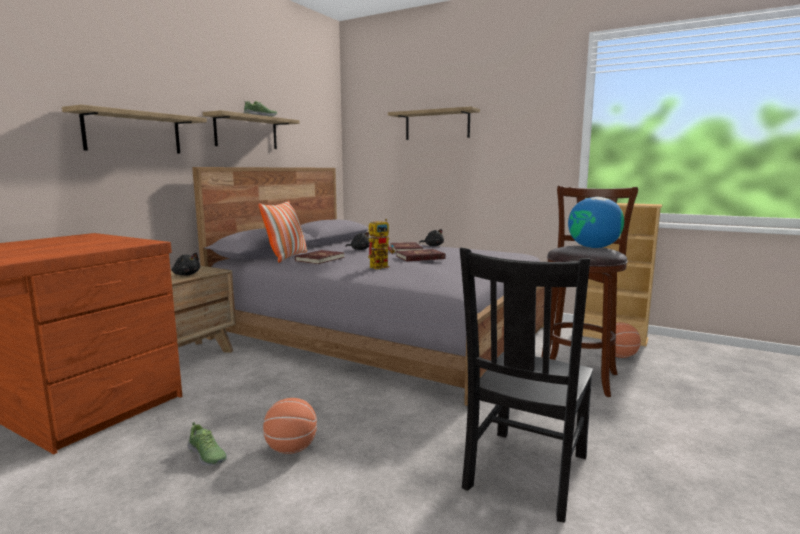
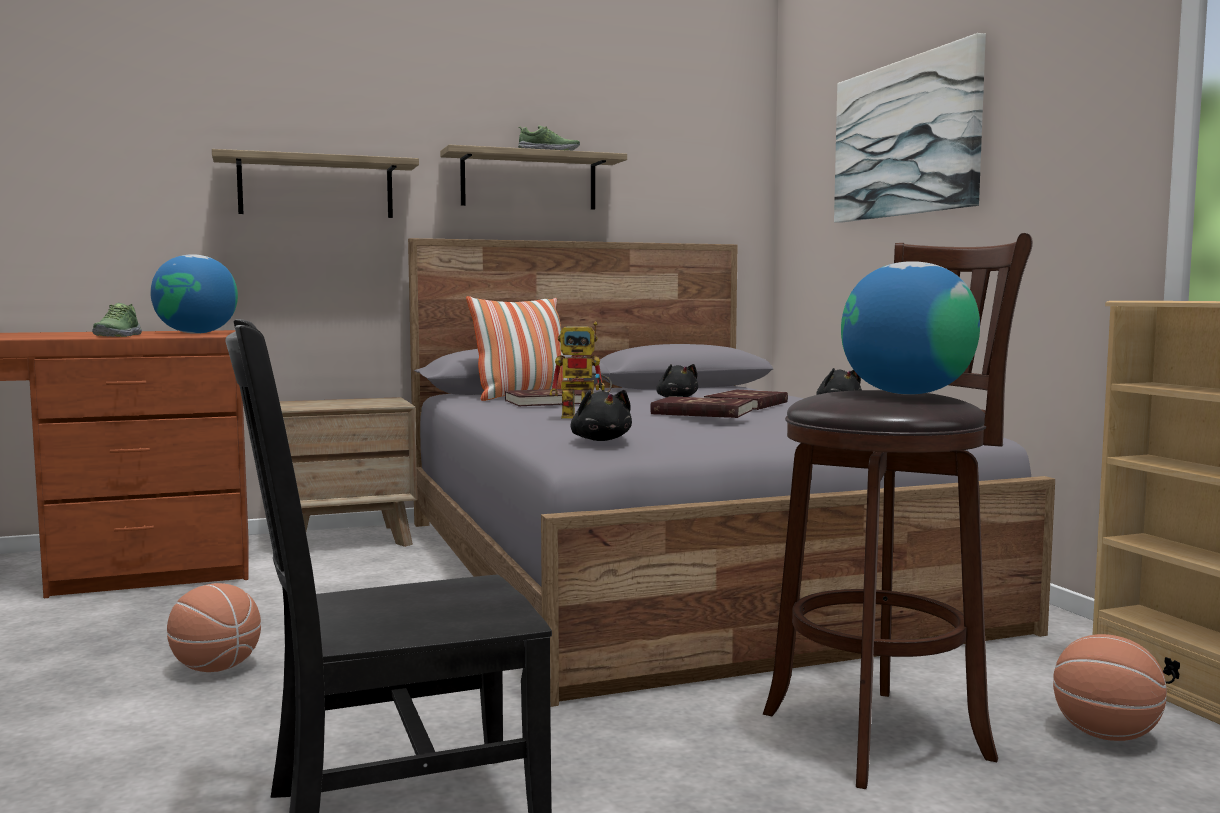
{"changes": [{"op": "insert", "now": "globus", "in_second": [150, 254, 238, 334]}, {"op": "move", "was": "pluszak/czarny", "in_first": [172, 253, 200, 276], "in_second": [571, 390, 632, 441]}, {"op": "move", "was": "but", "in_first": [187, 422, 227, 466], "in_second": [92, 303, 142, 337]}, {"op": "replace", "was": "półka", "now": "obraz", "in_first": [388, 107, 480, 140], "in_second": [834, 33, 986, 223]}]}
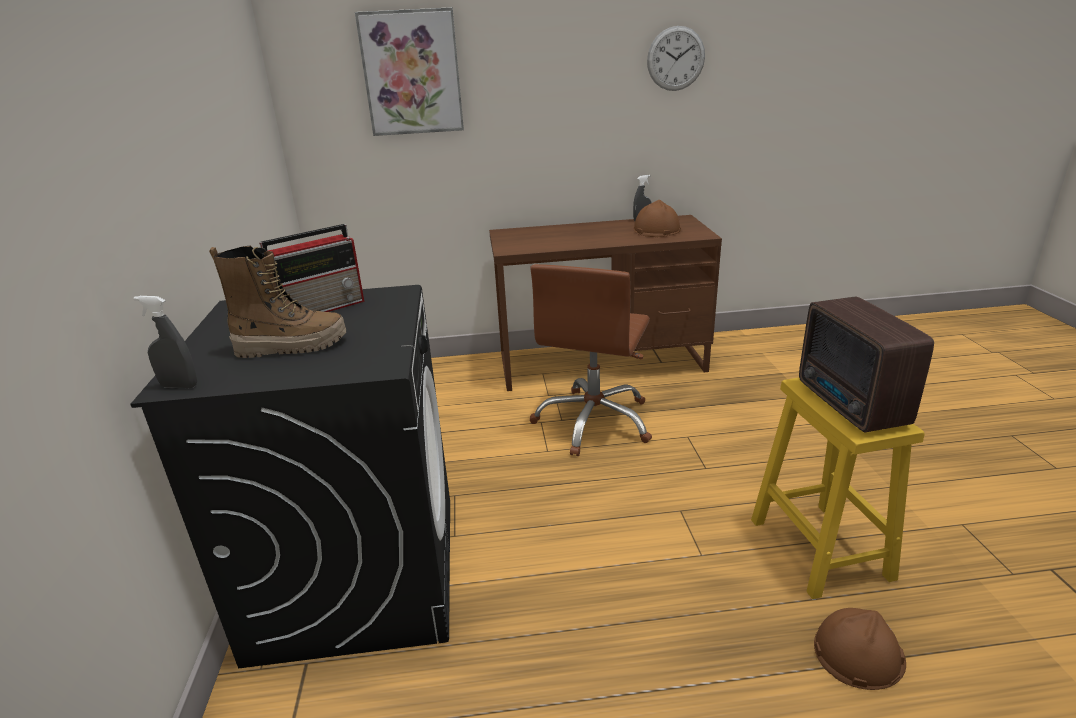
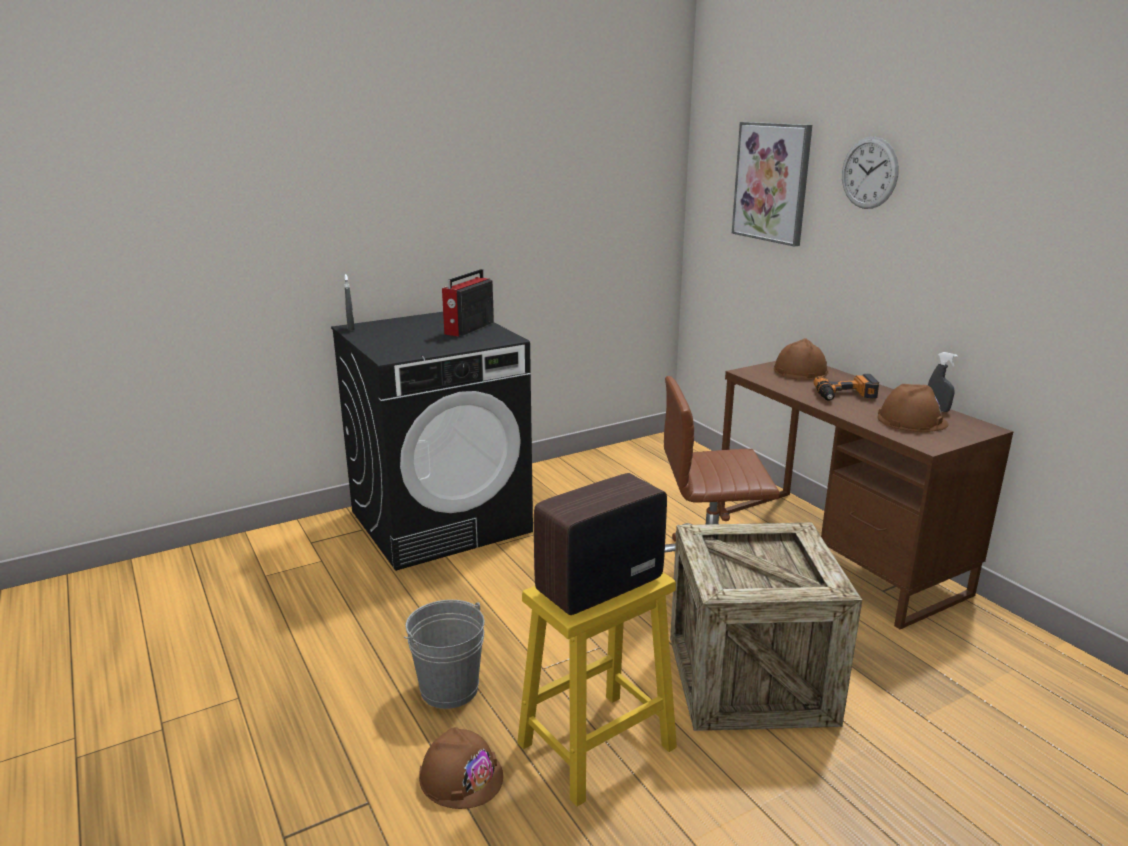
{"changes": [{"op": "delete", "was": "but z cholewką", "in_first": [209, 246, 346, 358]}, {"op": "insert", "now": "wiadro/szary", "in_second": [404, 600, 484, 709]}, {"op": "insert", "now": "skrzynka", "in_second": [670, 522, 862, 731]}, {"op": "insert", "now": "kask/brązowy", "in_second": [774, 338, 829, 380]}, {"op": "insert", "now": "wiertarka", "in_second": [814, 374, 879, 401]}, {"op": "move", "was": "zegar ścienny", "in_first": [647, 26, 705, 91], "in_second": [842, 137, 899, 209]}, {"op": "rotate", "was": "radio", "in_first": [259, 224, 364, 312], "in_second": [442, 269, 494, 337], "clockwise": 90}]}
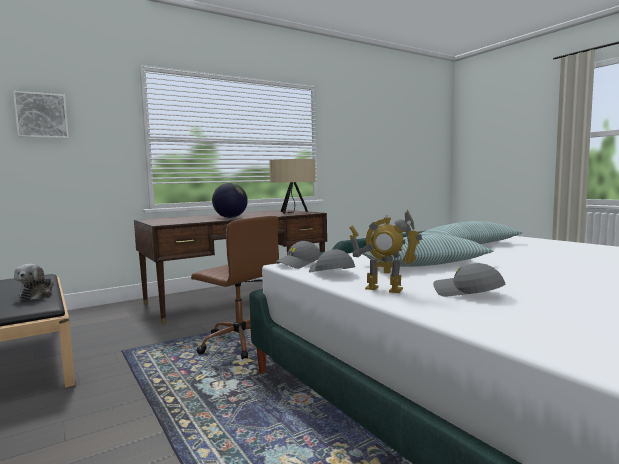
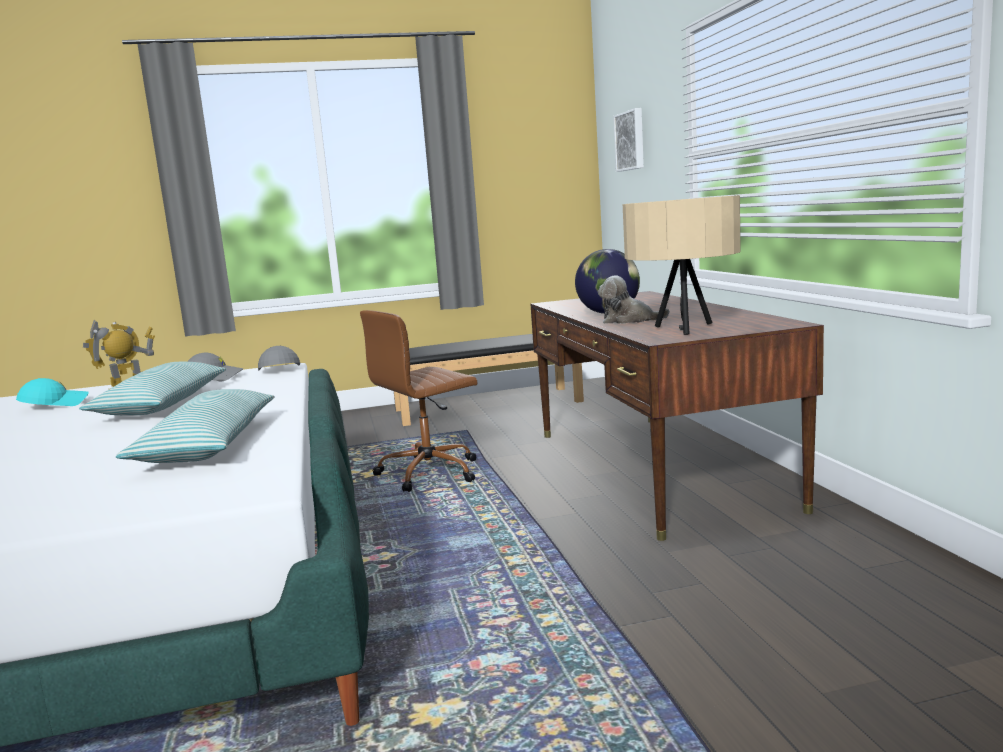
{"changes": [{"op": "move", "was": "pluszak", "in_first": [14, 264, 53, 300], "in_second": [598, 275, 670, 324]}, {"op": "recolor", "was": "czapka z daszkiem/szary", "now": "czapka z daszkiem/turkusowy", "in_first": [433, 263, 505, 297], "in_second": [16, 378, 89, 406]}]}
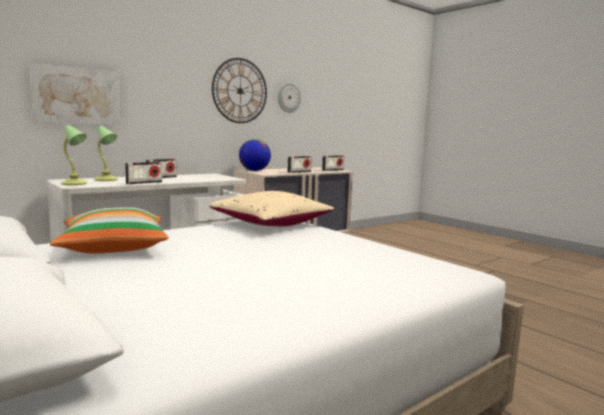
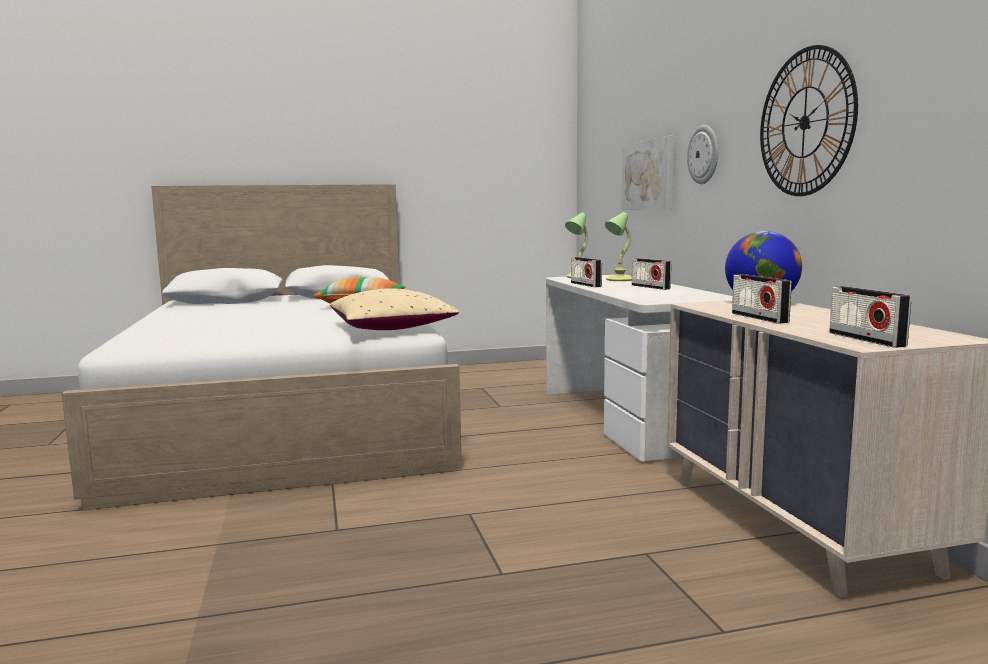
{"changes": [{"op": "move", "was": "zegar ścienny", "in_first": [278, 83, 301, 113], "in_second": [687, 125, 718, 184]}]}
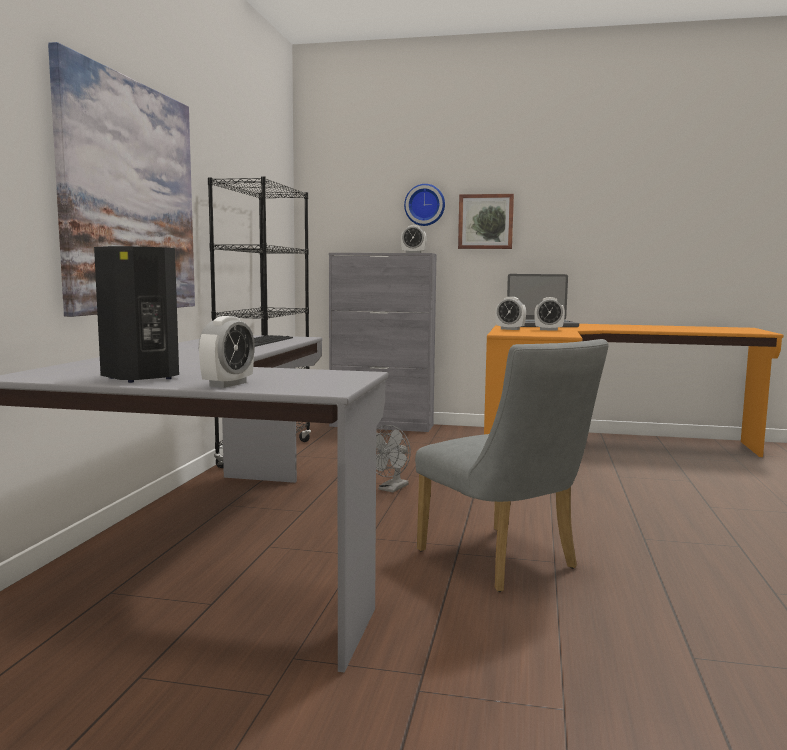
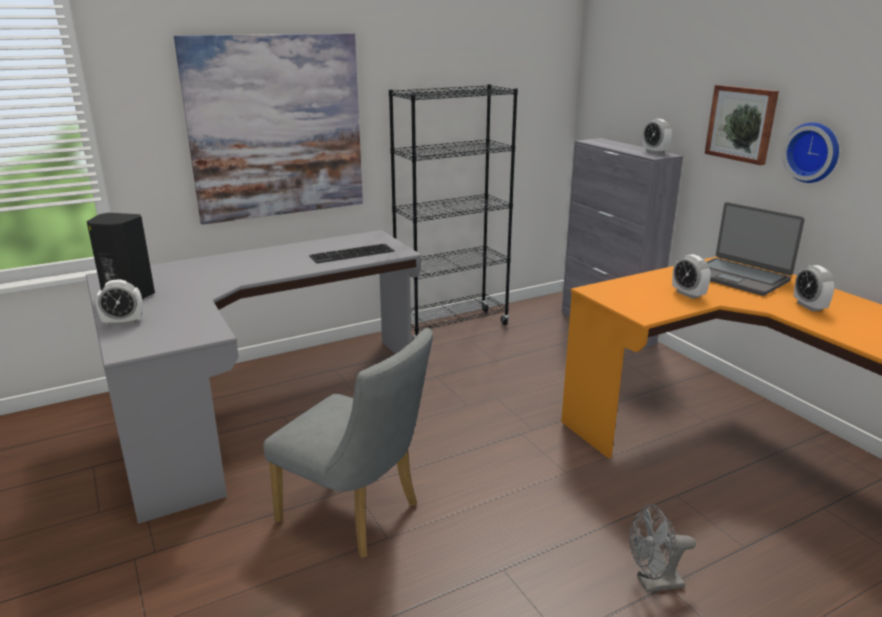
{"changes": [{"op": "move", "was": "wentylator/szary", "in_first": [376, 425, 411, 492], "in_second": [629, 504, 696, 593]}, {"op": "move", "was": "zegar ścienny", "in_first": [404, 184, 445, 226], "in_second": [782, 122, 839, 183]}, {"op": "move", "was": "budzik", "in_first": [495, 297, 526, 330], "in_second": [794, 265, 835, 312]}, {"op": "rotate", "was": "krzesło/szary", "in_first": [415, 339, 609, 592], "in_second": [263, 328, 433, 558], "clockwise": -75}]}
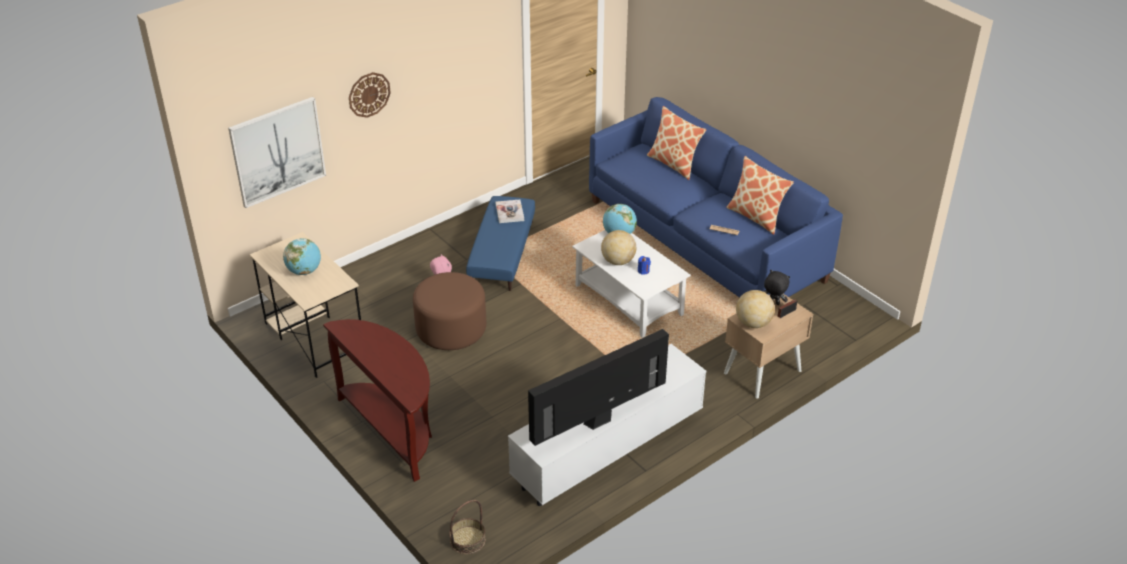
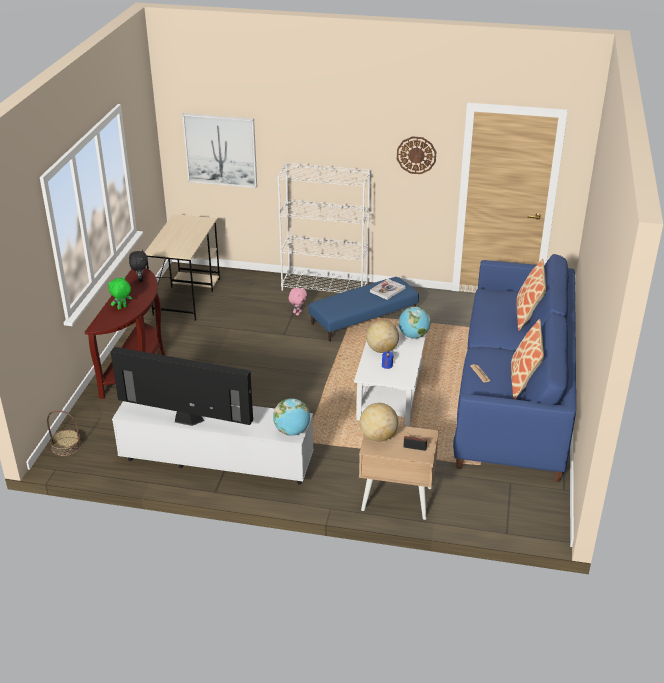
{"changes": [{"op": "delete", "was": "pufa/brązowy", "in_first": [413, 272, 486, 350]}, {"op": "insert", "now": "pluszak/zielony", "in_second": [108, 276, 132, 310]}, {"op": "insert", "now": "regał/biały", "in_second": [277, 163, 371, 293]}, {"op": "move", "was": "globus", "in_first": [283, 238, 321, 275], "in_second": [273, 398, 310, 436]}, {"op": "move", "was": "zegar ścienny", "in_first": [349, 72, 391, 118], "in_second": [397, 136, 436, 174]}, {"op": "move", "was": "pluszak/czarny", "in_first": [763, 270, 790, 305], "in_second": [129, 250, 148, 282]}]}
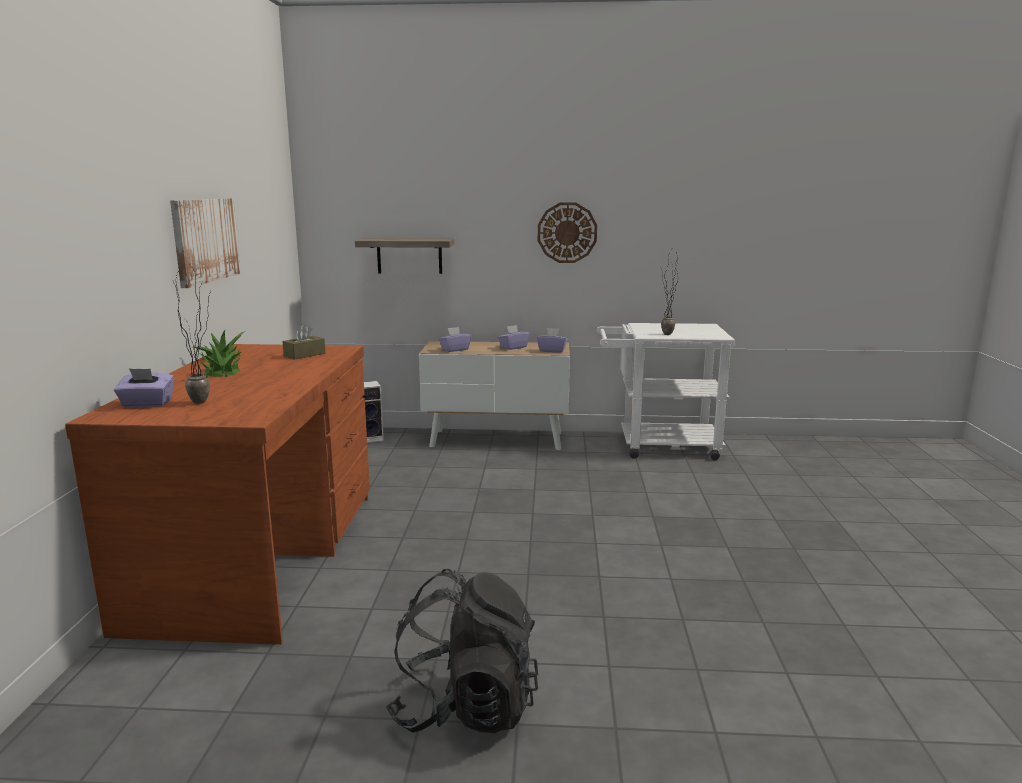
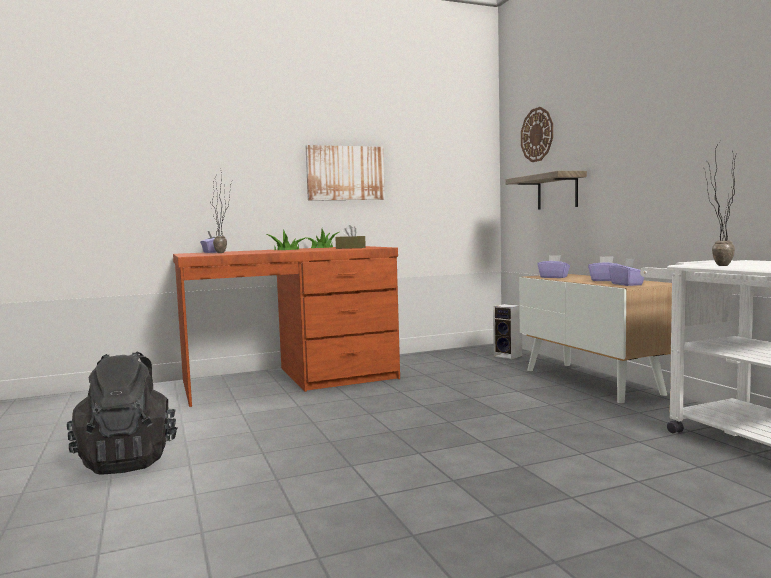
{"changes": [{"op": "move", "was": "zegar ścienny", "in_first": [538, 202, 597, 263], "in_second": [521, 107, 553, 162]}]}
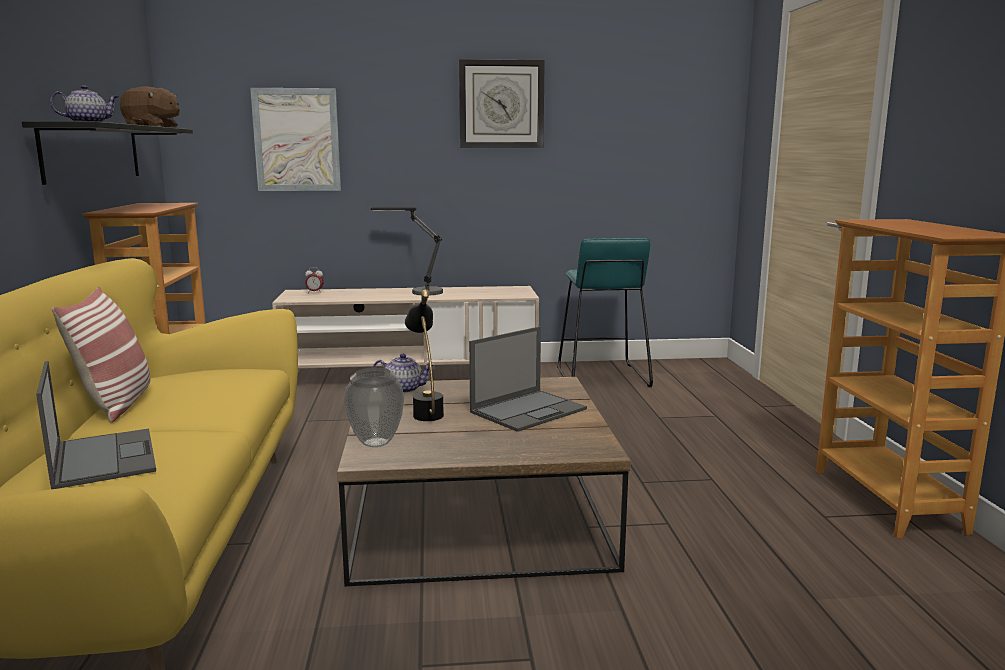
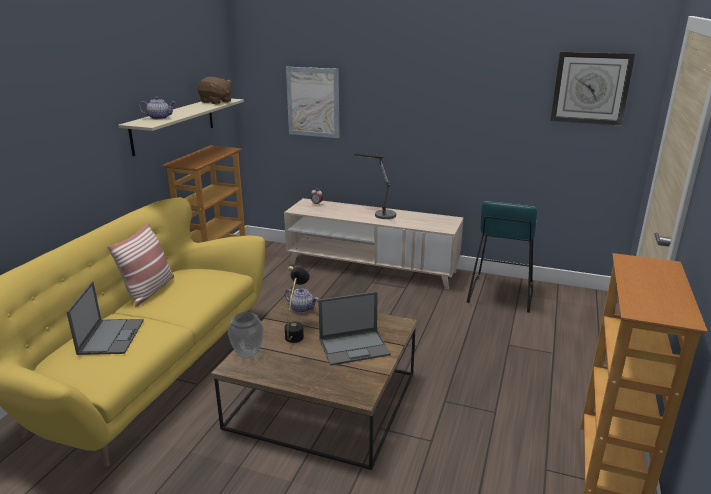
{"changes": [{"op": "move", "was": "zegar ścienny", "in_first": [459, 59, 545, 148], "in_second": [551, 51, 635, 126]}, {"op": "recolor", "was": "półka/czarny", "now": "półka/beżowy", "in_first": [22, 121, 193, 185], "in_second": [118, 99, 244, 156]}]}
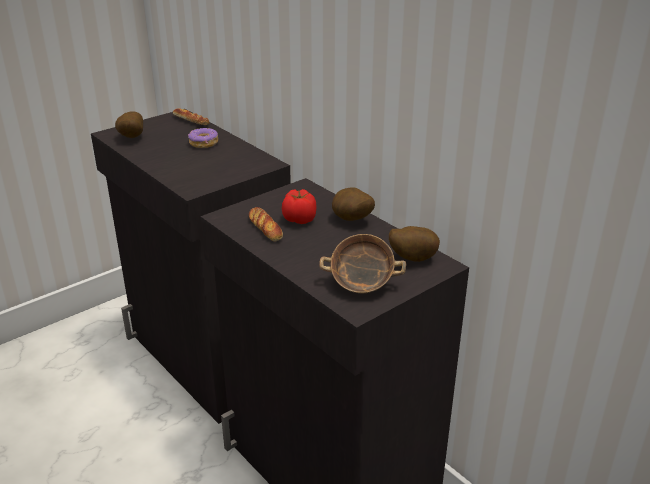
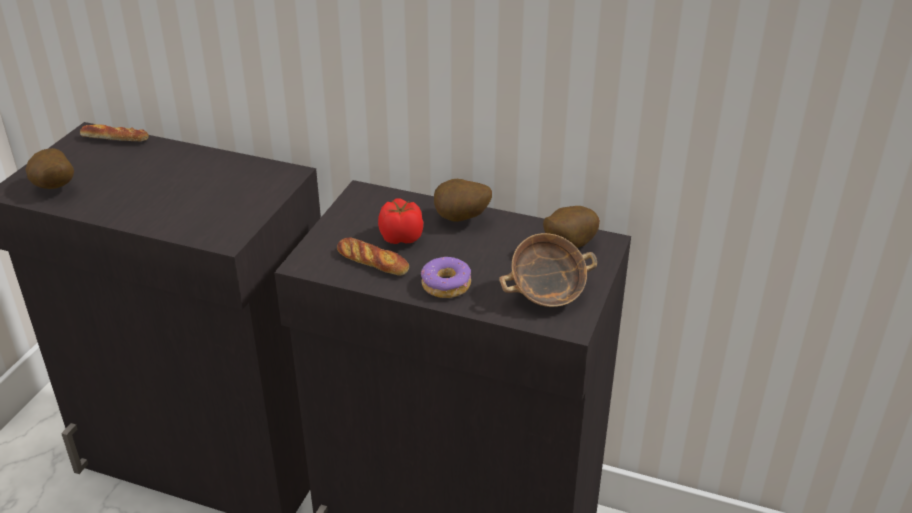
{"changes": [{"op": "move", "was": "donut", "in_first": [188, 128, 218, 148], "in_second": [421, 257, 471, 298]}]}
